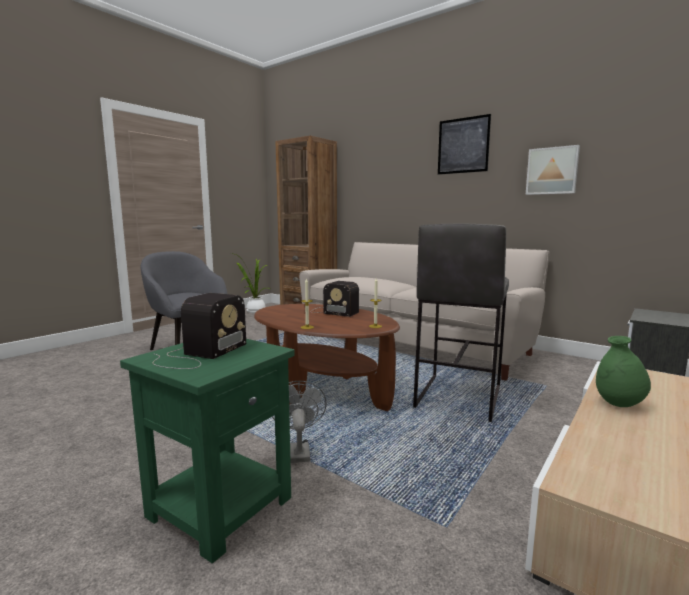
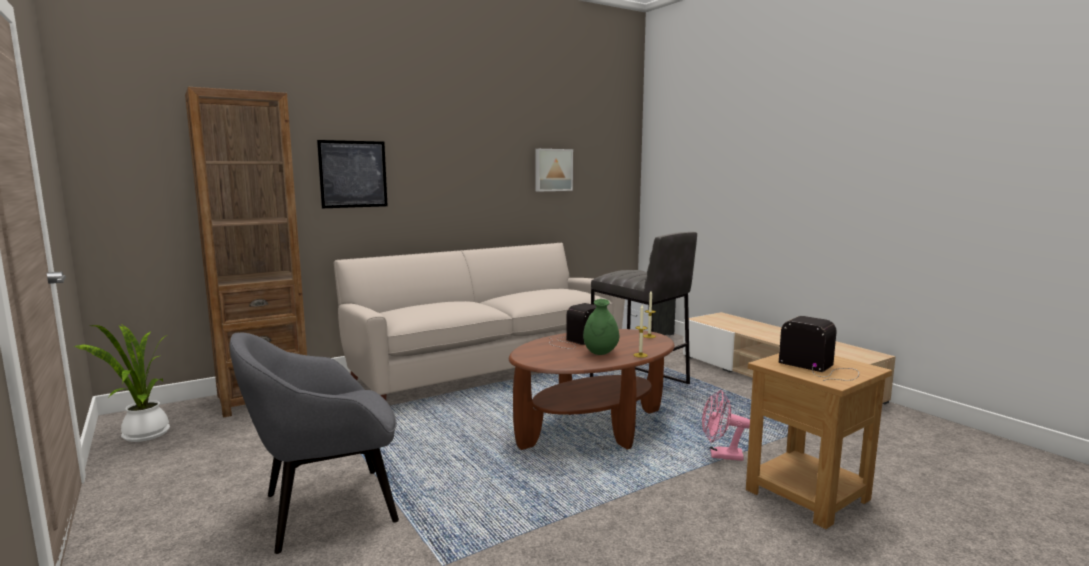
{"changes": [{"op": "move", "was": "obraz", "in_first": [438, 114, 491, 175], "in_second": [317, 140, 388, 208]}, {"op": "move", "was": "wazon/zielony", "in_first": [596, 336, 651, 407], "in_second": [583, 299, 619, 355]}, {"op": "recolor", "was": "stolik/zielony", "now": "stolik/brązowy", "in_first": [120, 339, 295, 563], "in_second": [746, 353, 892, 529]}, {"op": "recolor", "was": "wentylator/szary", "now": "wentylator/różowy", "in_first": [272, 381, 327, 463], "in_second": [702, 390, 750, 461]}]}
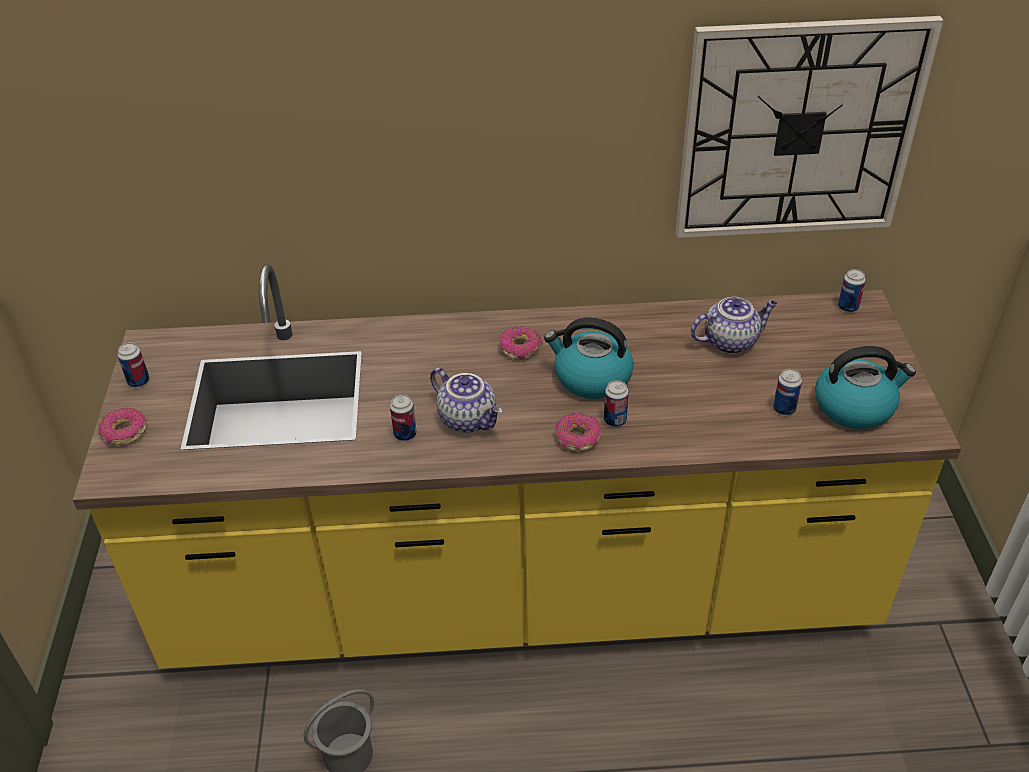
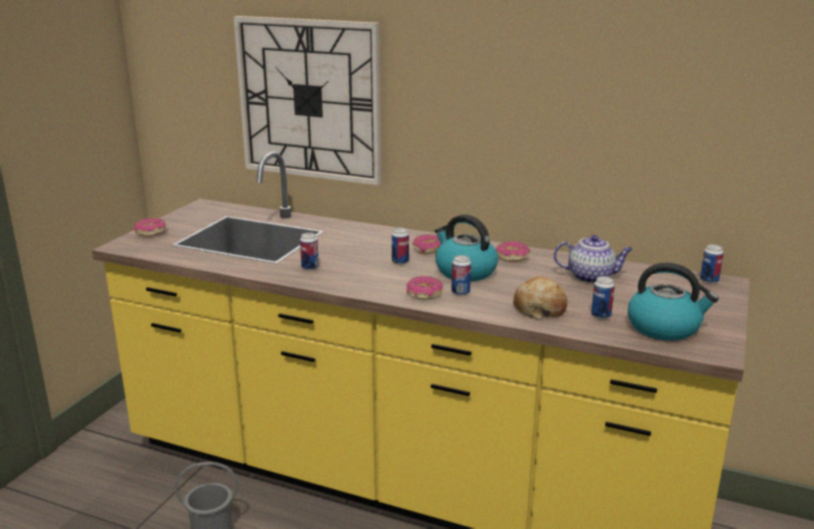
{"changes": [{"op": "delete", "was": "imbryk", "in_first": [430, 368, 503, 433]}, {"op": "insert", "now": "donut", "in_second": [496, 241, 530, 261]}, {"op": "insert", "now": "chleb", "in_second": [513, 276, 567, 319]}, {"op": "move", "was": "puszka", "in_first": [118, 343, 149, 387], "in_second": [392, 227, 409, 265]}, {"op": "move", "was": "zegar ścienny", "in_first": [675, 16, 944, 238], "in_second": [233, 16, 381, 186]}]}
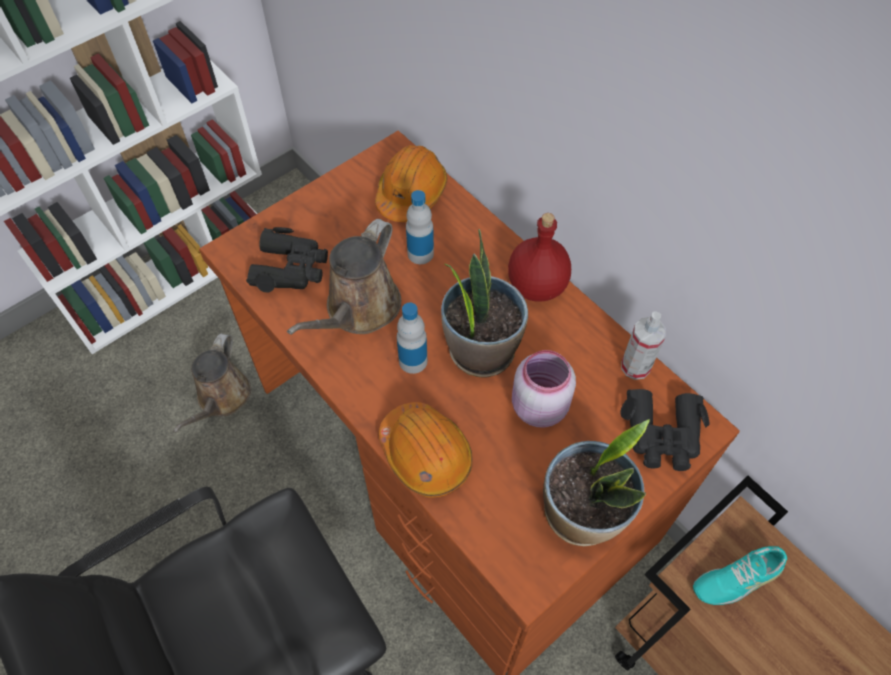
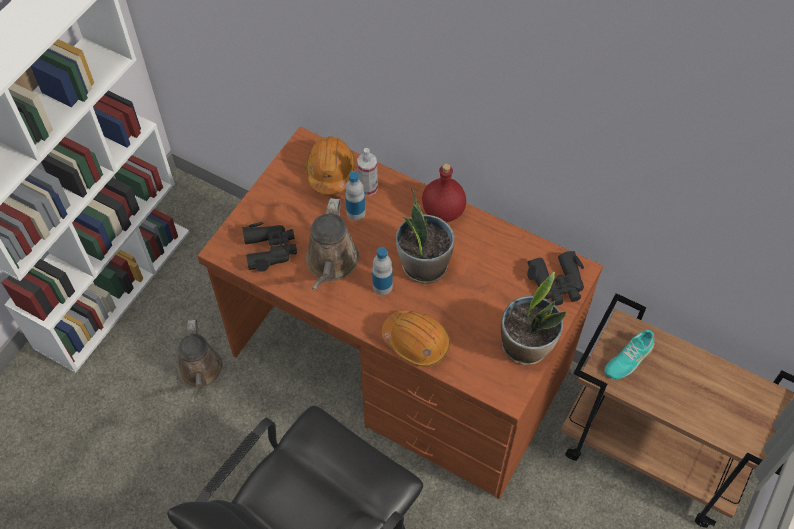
{"changes": [{"op": "delete", "was": "słoik/różowy", "in_first": [512, 350, 576, 428]}, {"op": "move", "was": "spryskiwacz", "in_first": [621, 311, 666, 380], "in_second": [357, 148, 378, 196]}]}
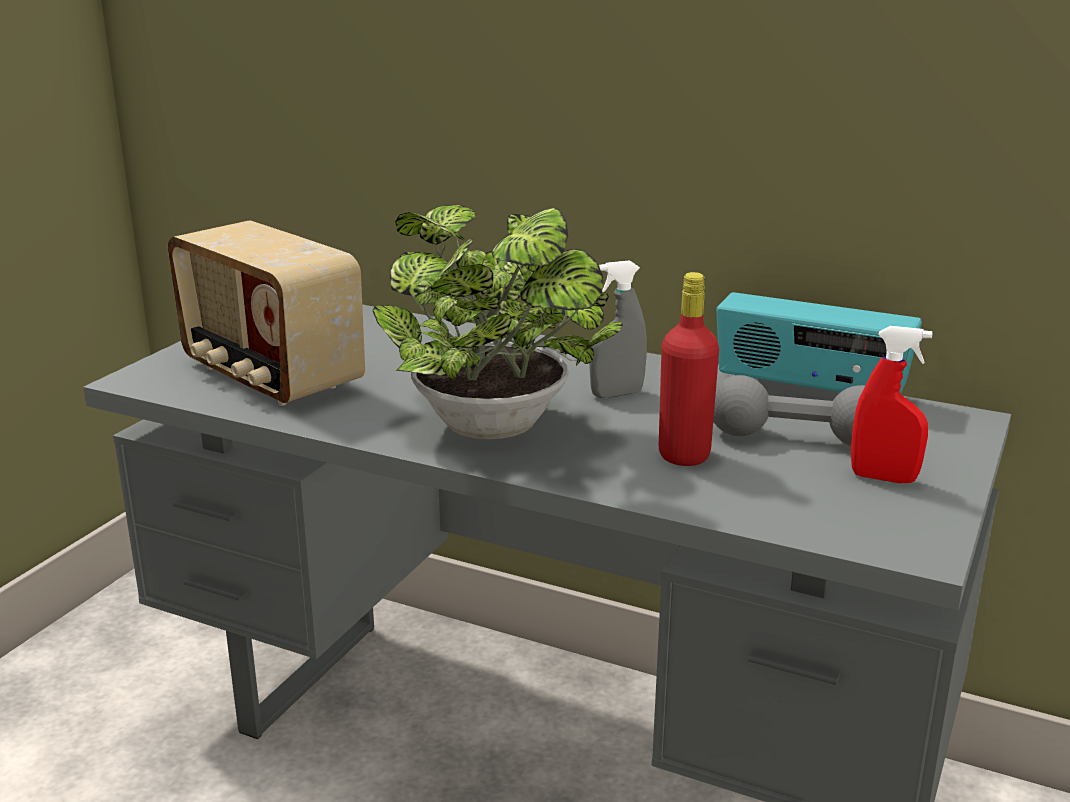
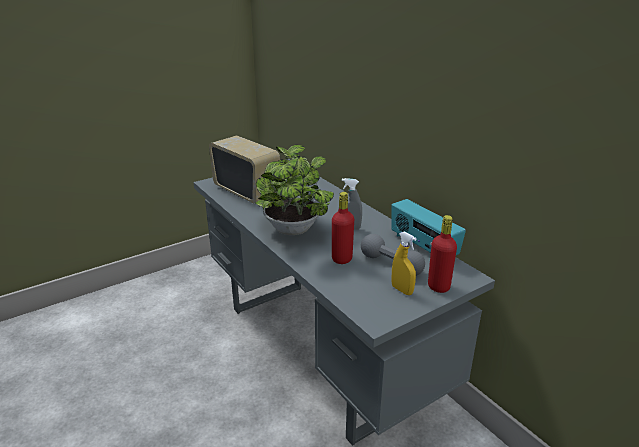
{"changes": [{"op": "insert", "now": "butelka/czerwony", "in_second": [428, 215, 457, 293]}, {"op": "recolor", "was": "spryskiwacz/czerwony", "now": "spryskiwacz/żółty", "in_first": [851, 326, 932, 483], "in_second": [391, 232, 417, 295]}, {"op": "rotate", "was": "radio", "in_first": [168, 220, 365, 406], "in_second": [209, 135, 280, 203], "clockwise": 150}]}
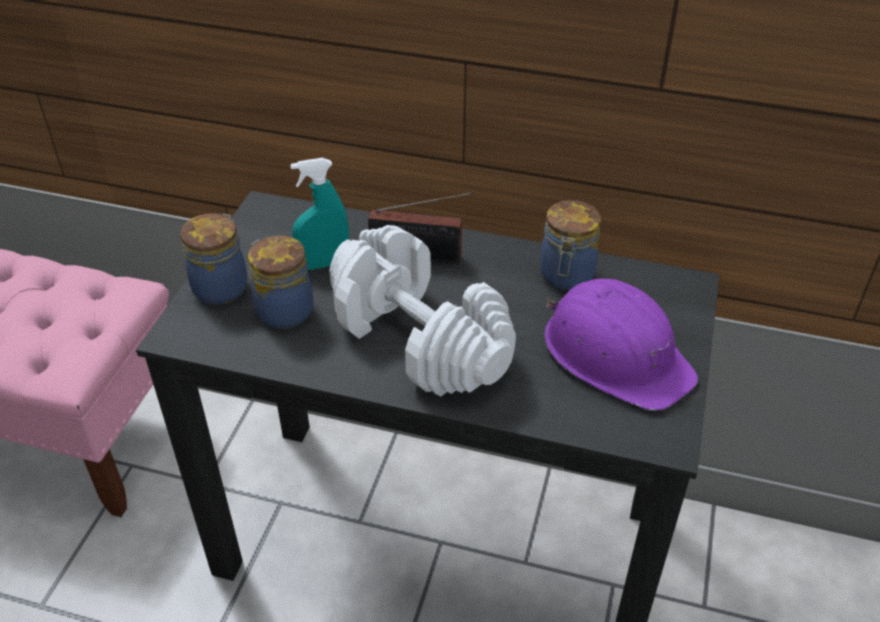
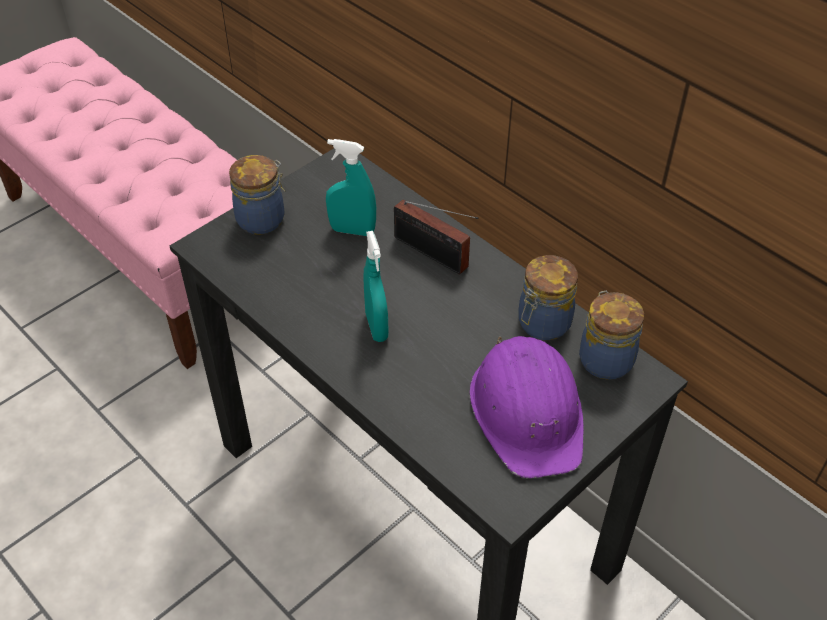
{"changes": [{"op": "move", "was": "słoik", "in_first": [248, 236, 313, 329], "in_second": [579, 291, 644, 380]}, {"op": "replace", "was": "hantel/biały", "now": "spryskiwacz/turkusowy", "in_first": [329, 225, 516, 396], "in_second": [363, 231, 389, 342]}]}
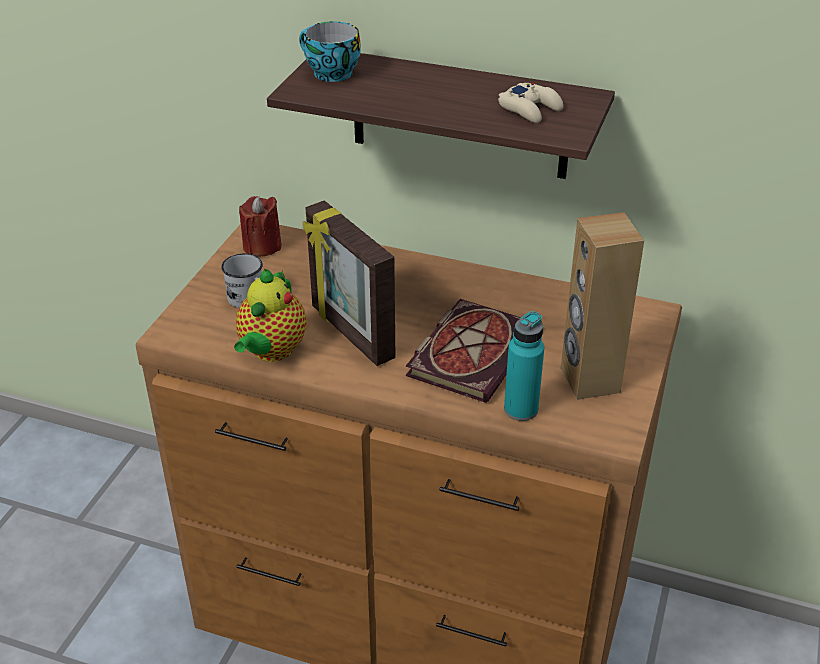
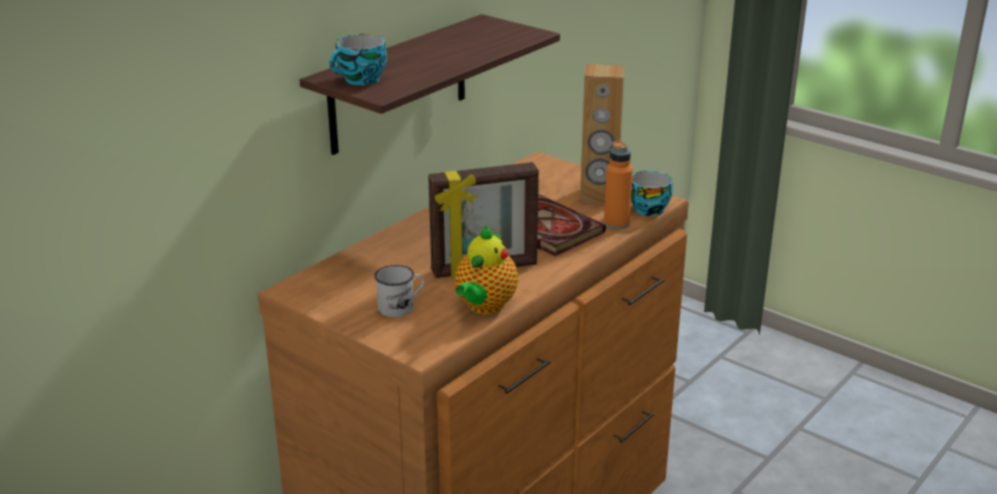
{"changes": [{"op": "delete", "was": "świeca/czerwony", "in_first": [239, 196, 282, 256]}, {"op": "delete", "was": "pad do gier/beżowy", "in_first": [498, 83, 563, 123]}, {"op": "insert", "now": "filiżanka", "in_second": [631, 171, 673, 216]}, {"op": "recolor", "was": "butelka/turkusowy", "now": "butelka/pomarańczowy", "in_first": [504, 311, 544, 421], "in_second": [604, 141, 633, 230]}, {"op": "rotate", "was": "imbryk", "in_first": [234, 269, 306, 362], "in_second": [455, 226, 518, 314], "clockwise": 75}]}
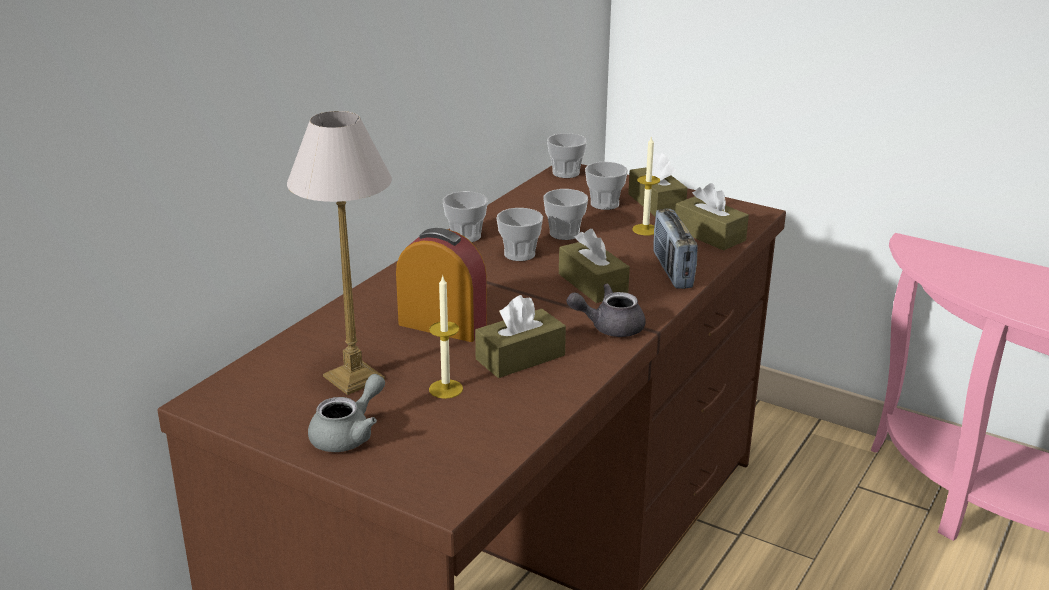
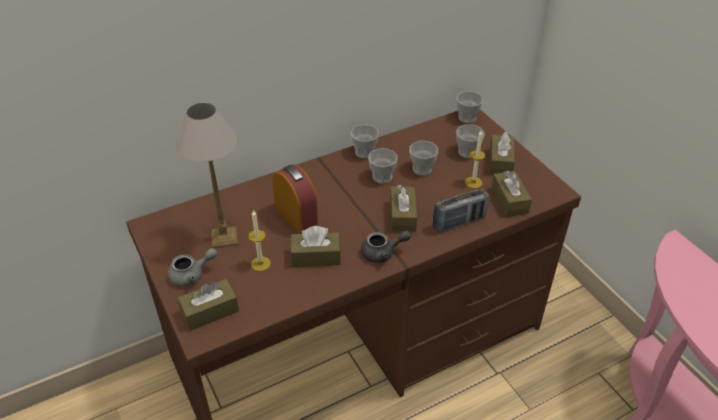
{"changes": [{"op": "insert", "now": "pudełko chusteczek/brązowy", "in_second": [177, 279, 239, 331]}, {"op": "rotate", "was": "imbryk/szary", "in_first": [567, 283, 646, 337], "in_second": [361, 231, 411, 263], "clockwise": 150}, {"op": "rotate", "was": "radio", "in_first": [654, 209, 698, 289], "in_second": [433, 188, 489, 233], "clockwise": -135}]}
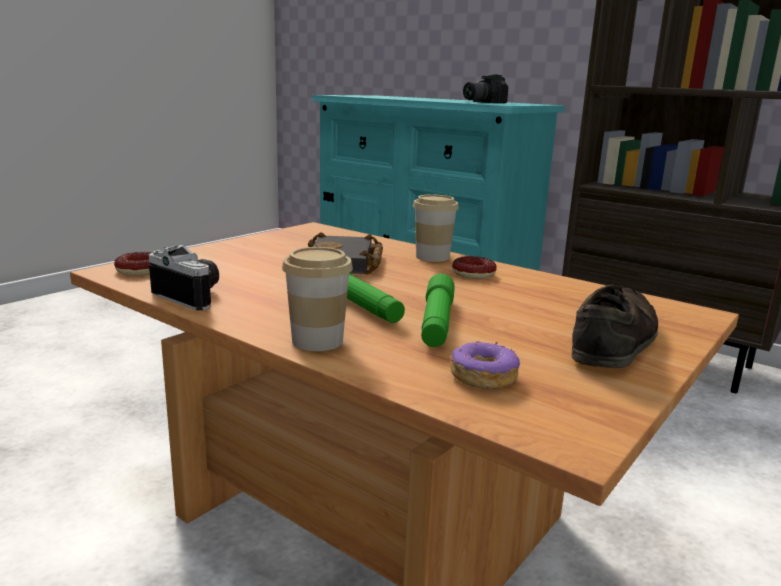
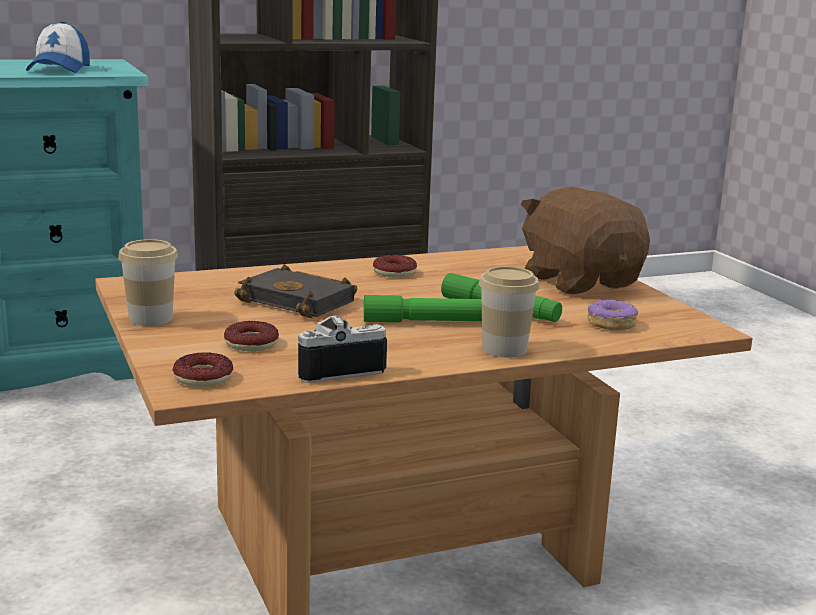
{"changes": [{"op": "insert", "now": "donut", "in_second": [224, 321, 279, 351]}, {"op": "move", "was": "filiżanka", "in_first": [413, 194, 459, 262], "in_second": [118, 239, 178, 326]}, {"op": "replace", "was": "aparat fotograficzny", "now": "czapka z daszkiem", "in_first": [463, 74, 508, 103], "in_second": [26, 22, 90, 73]}, {"op": "replace", "was": "but/brązowy", "now": "pluszak/brązowy", "in_first": [572, 285, 658, 368], "in_second": [520, 187, 650, 294]}]}
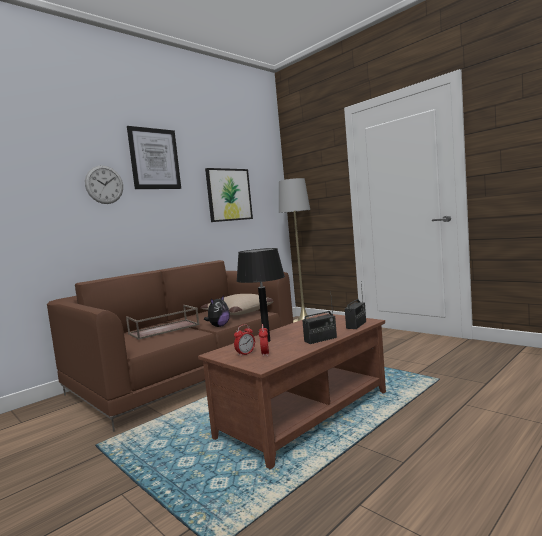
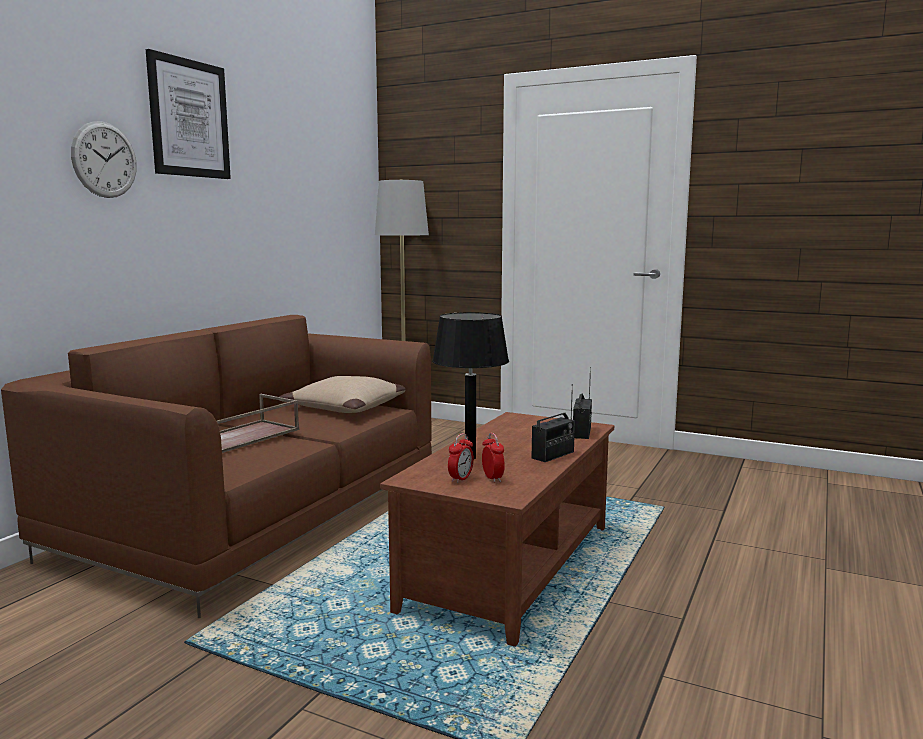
{"changes": [{"op": "delete", "was": "pluszak", "in_first": [204, 295, 230, 327]}, {"op": "delete", "was": "obraz", "in_first": [205, 168, 253, 222]}]}
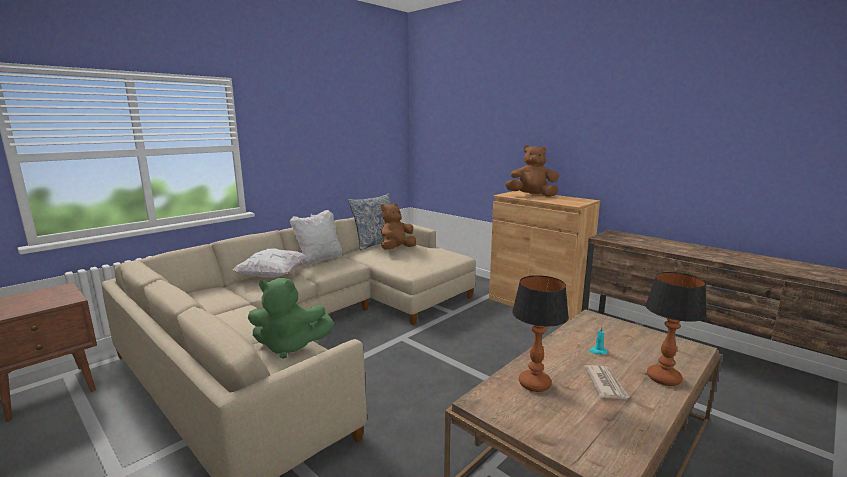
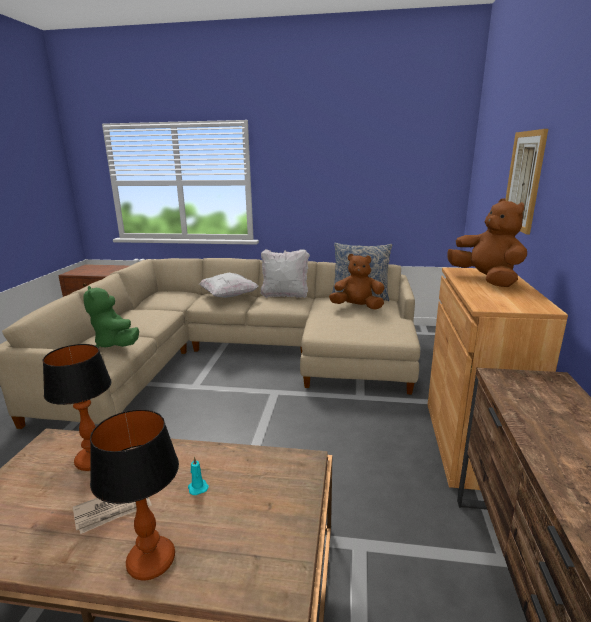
{"changes": [{"op": "insert", "now": "obraz", "in_second": [505, 129, 548, 235]}]}
